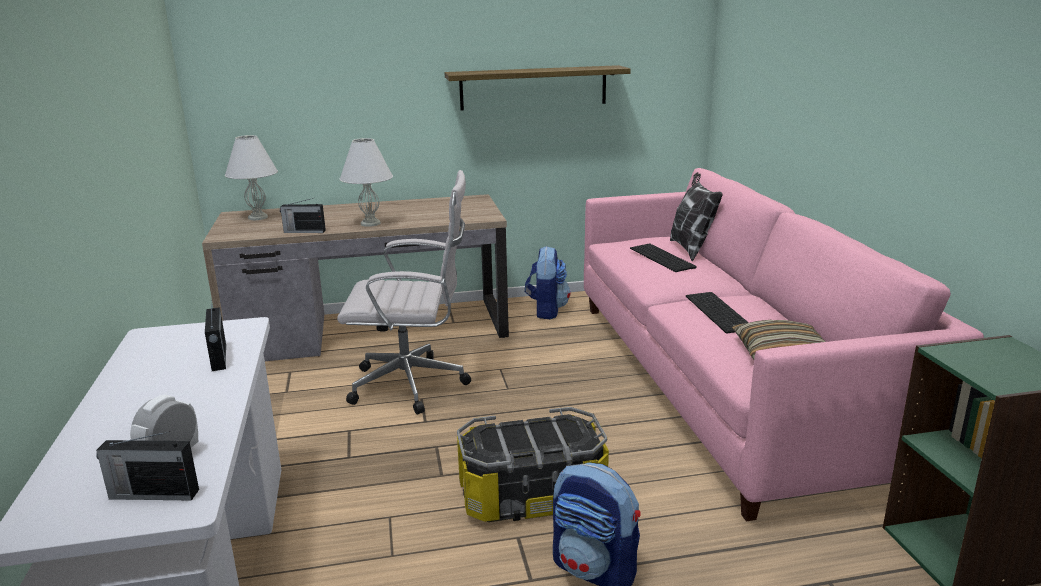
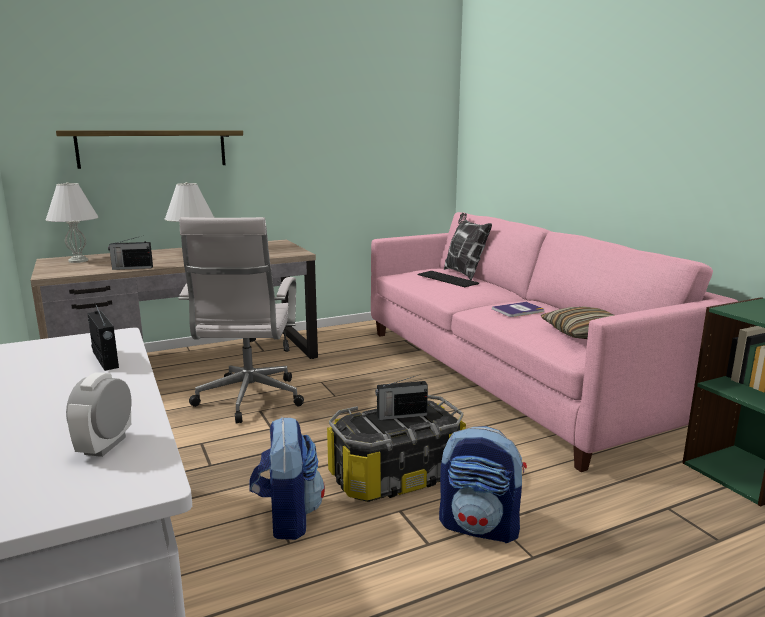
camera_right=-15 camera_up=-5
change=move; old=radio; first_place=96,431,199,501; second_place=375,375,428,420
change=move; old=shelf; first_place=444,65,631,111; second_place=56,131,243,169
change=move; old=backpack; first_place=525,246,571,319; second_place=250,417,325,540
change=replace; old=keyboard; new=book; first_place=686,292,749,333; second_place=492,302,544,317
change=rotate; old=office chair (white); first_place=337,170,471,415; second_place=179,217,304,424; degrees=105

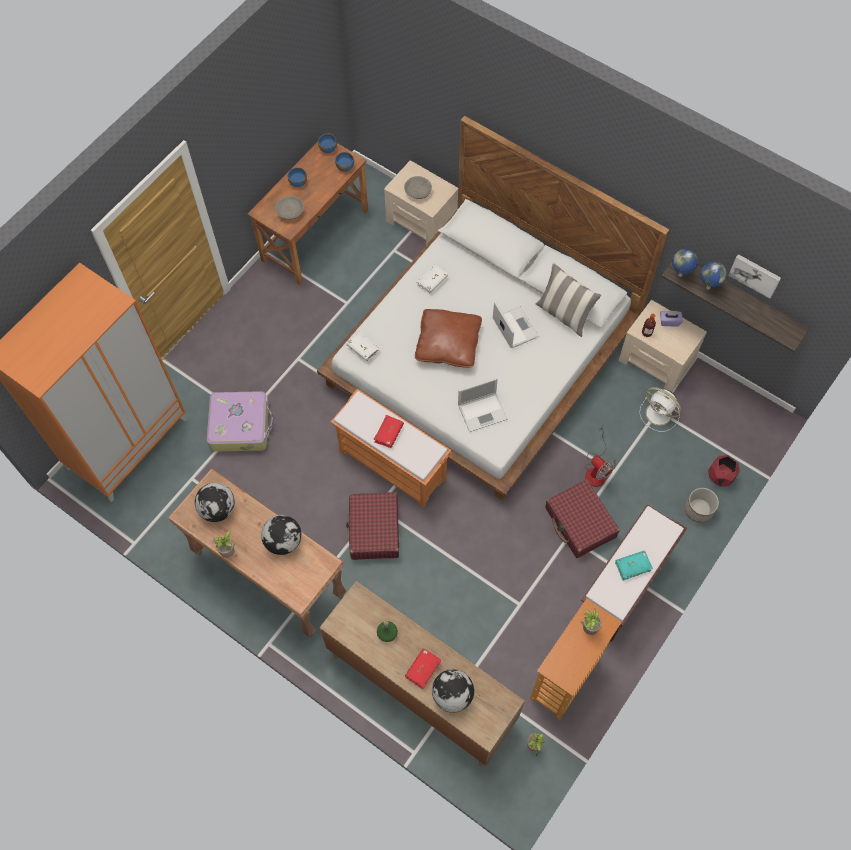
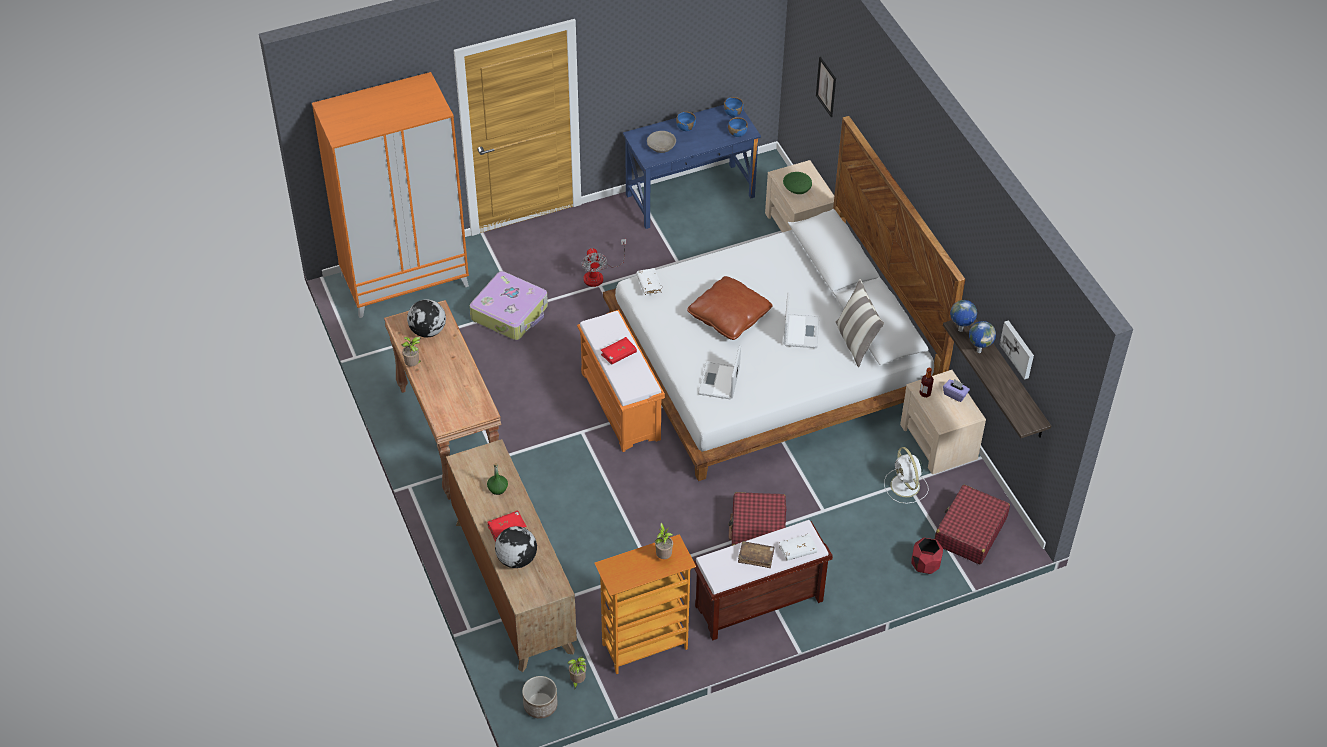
camera_right=30 camera_up=-15
change=delete; old=globe; first_place=261,515,301,555
change=insert; new=picture; second_place=816,57,836,117
change=move; old=suitcase (red); first_place=346,492,399,560; second_place=935,485,1010,564
change=move; old=book (white); first_place=417,264,448,293; second_place=779,533,817,561
change=move; old=fan; first_place=585,425,616,487; second_place=581,239,626,287
change=move; old=planter; first_place=685,488,719,523; second_place=522,676,558,719
change=recolor; old=desk (brown); new=desk (blue); first_place=247,142,368,285; second_place=623,105,761,229
change=recolor; old=bowl (grey); new=bowl (green); first_place=404,176,432,199; second_place=783,172,812,194
change=recolor; old=book (turquoise); new=book (brown); first_place=615,550,653,581; second_place=738,541,775,568
change=rotate; old=laptop; first_place=458,378,507,432; second_place=698,345,741,400; degrees=90

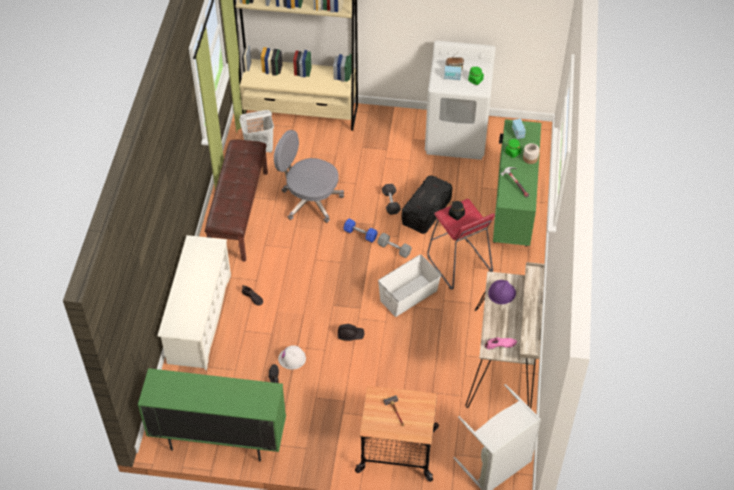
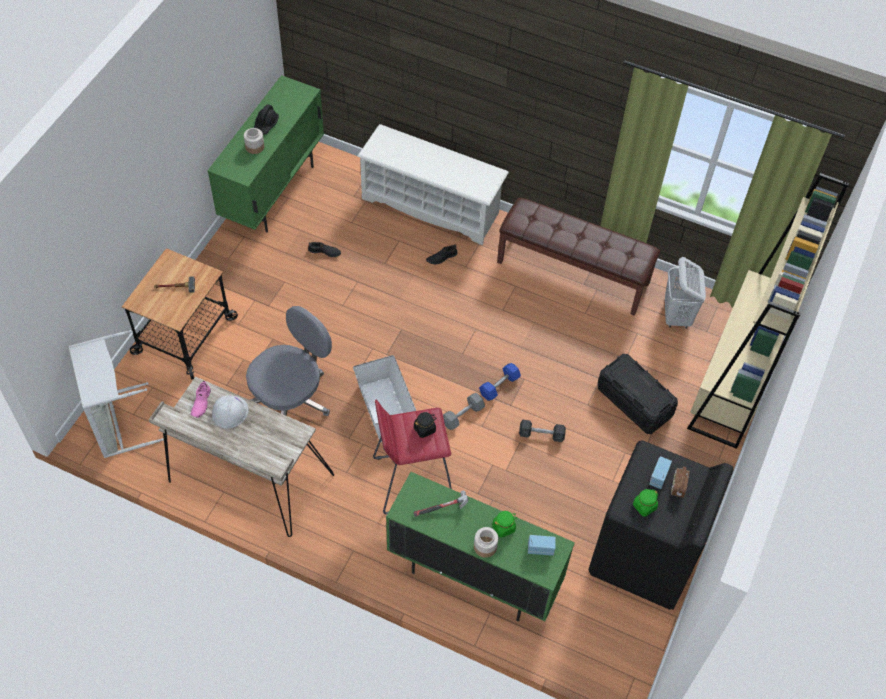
camera_right=105 camera_up=5
change=delete; old=hard hat (purple); first_place=488,280,516,304
change=insert; new=jar; second_place=244,128,264,154
change=move; old=office chair (grey); first_place=274,130,344,223; second_place=246,306,332,416
change=move; old=hard hat (white); first_place=278,345,306,369; second_place=212,395,249,428
change=move; old=hard hat (black); first_place=338,324,365,341; second_place=253,104,279,135
change=move; old=storage box (black); first_place=402,175,452,234; second_place=598,354,678,434
change=recolor; old=washing machine (white); new=washing machine (black); first_place=425,41,496,160; second_place=589,440,733,610

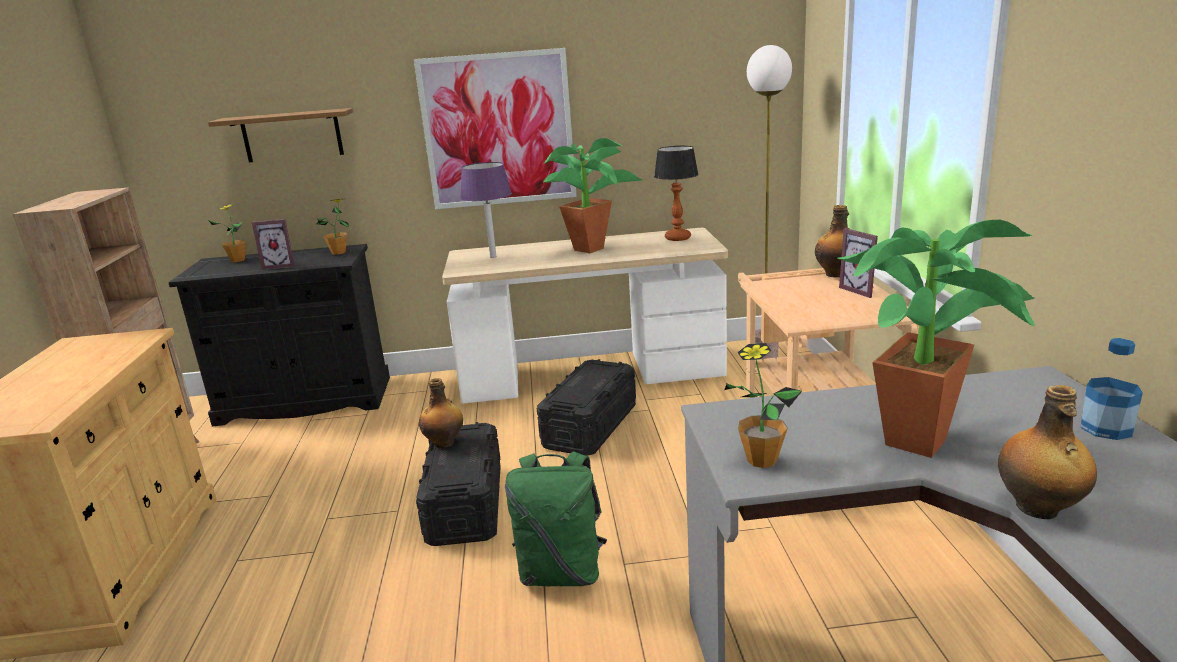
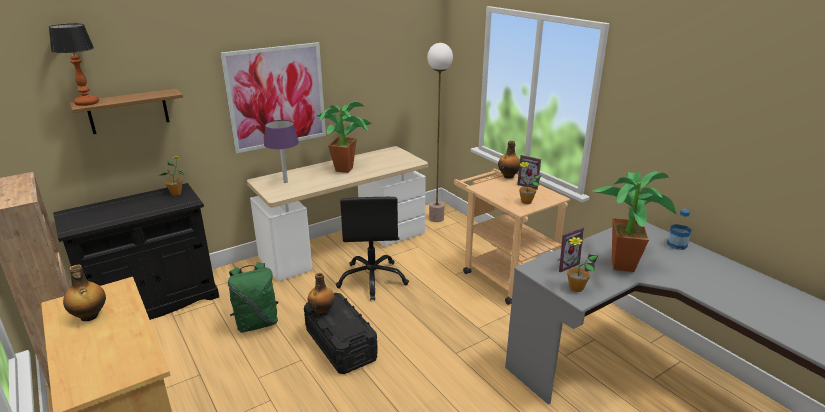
camera_right=-30 camera_up=5
change=move; old=potted plant; first_place=209,204,246,262; second_place=519,161,542,204
change=move; old=picture frame; first_place=252,219,295,270; second_place=558,227,584,272
change=move; old=backpack (green); first_place=505,451,607,586; second_place=228,262,279,333
change=move; old=table lamp; first_place=654,146,699,241; second_place=49,24,99,106
change=move; old=bottle; first_place=998,385,1097,519; second_place=63,265,106,321
change=replace; old=storage box (black); new=office chair (black); first_place=537,359,636,456; second_place=335,197,409,301

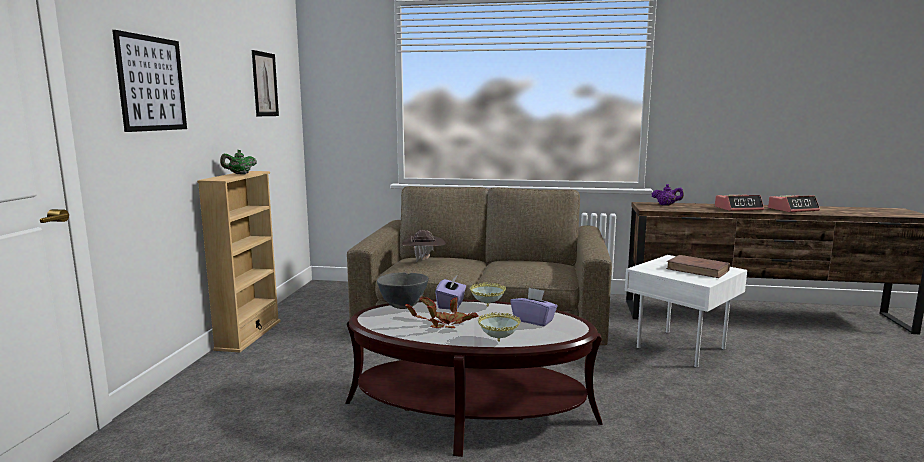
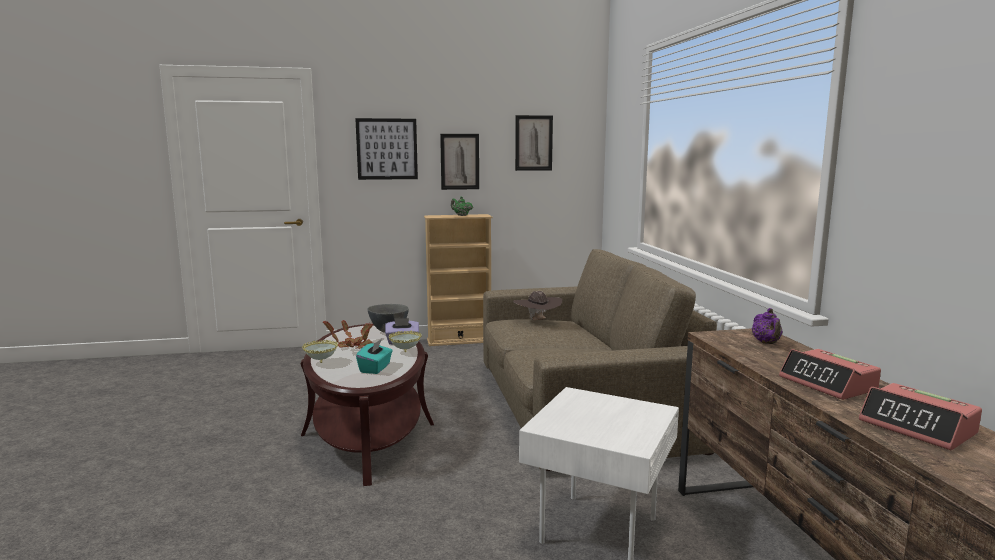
camera_right=70 camera_up=0
change=delete; old=book (brown); first_place=666,255,730,278
change=insert; new=picture; second_place=440,134,479,190
change=recolor; old=tissue box (purple); new=tissue box (turquoise); first_place=510,288,557,326; second_place=356,339,393,374

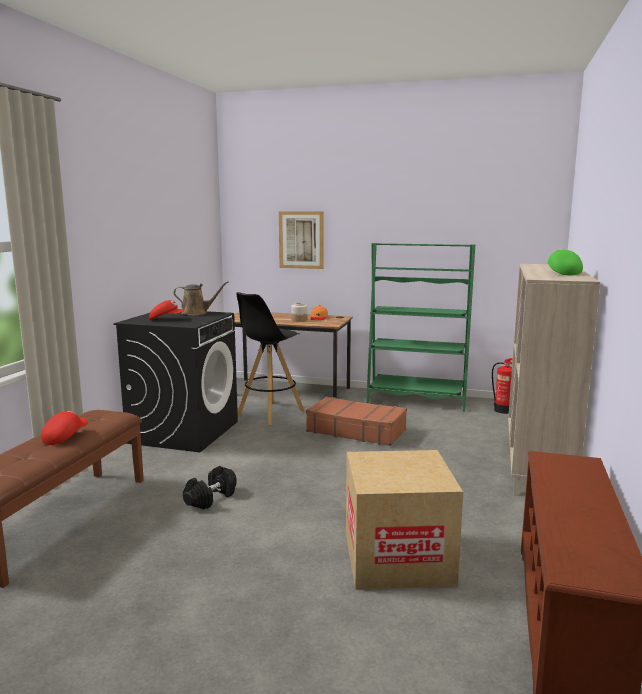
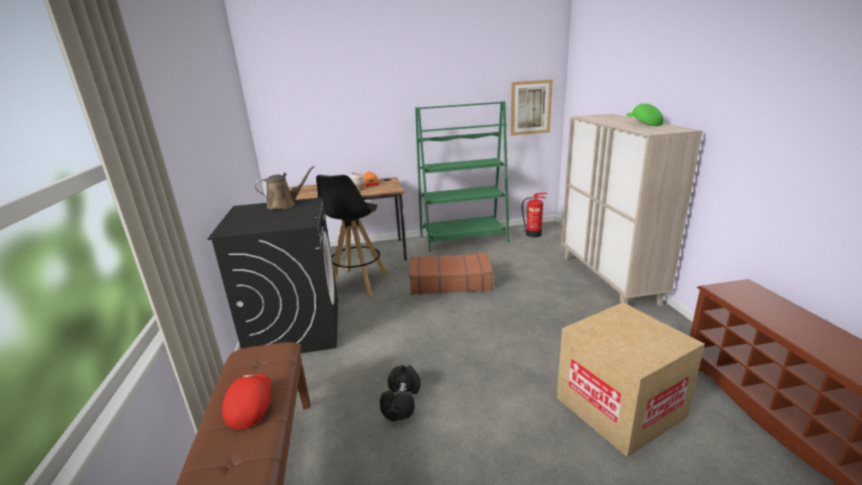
camera_right=-25 camera_up=10
change=delete; old=cap (red); first_place=149,300,185,320
change=move; old=picture; first_place=279,211,324,269; second_place=510,80,553,136

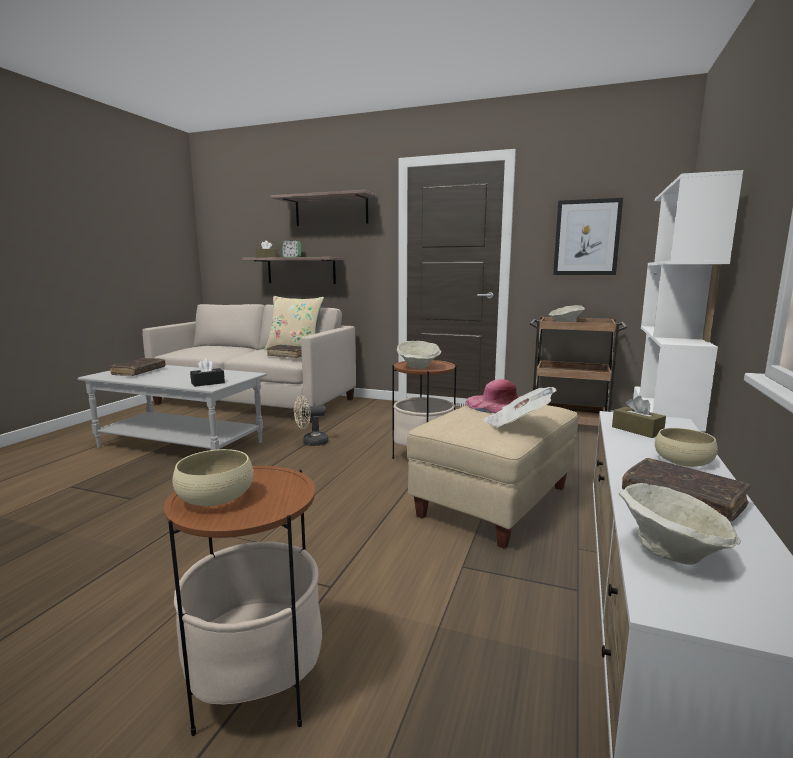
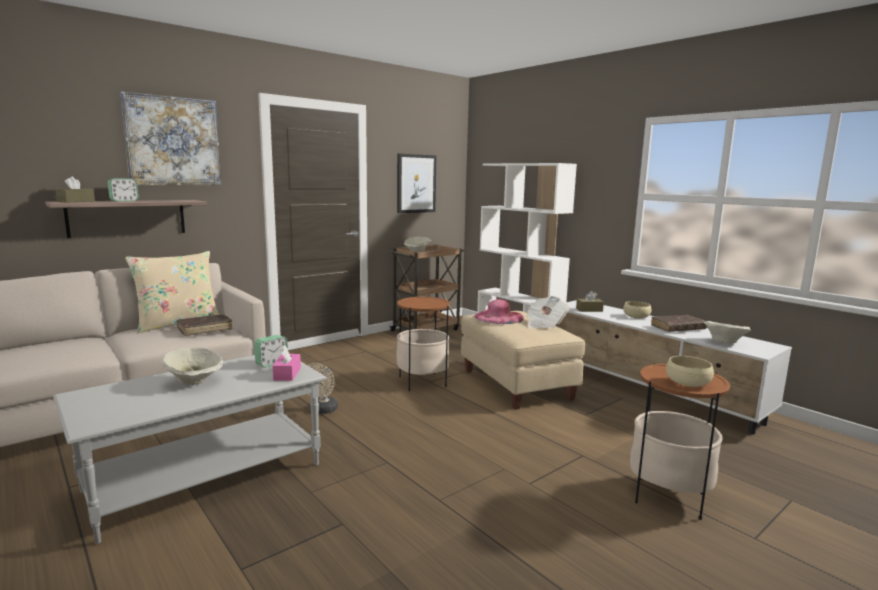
camera_right=-60 camera_up=0
change=delete; old=book (brown); first_place=109,358,166,376
change=insert; new=alarm clock; second_place=254,335,288,367
change=move; old=bowl (beige); first_place=397,341,441,369; second_place=161,348,223,386
change=replace; old=shelf; new=picture; first_place=270,190,378,226; second_place=120,91,221,185
change=recolor; old=tissue box (black); new=tissue box (pink); first_place=190,359,225,387; second_place=273,345,301,381

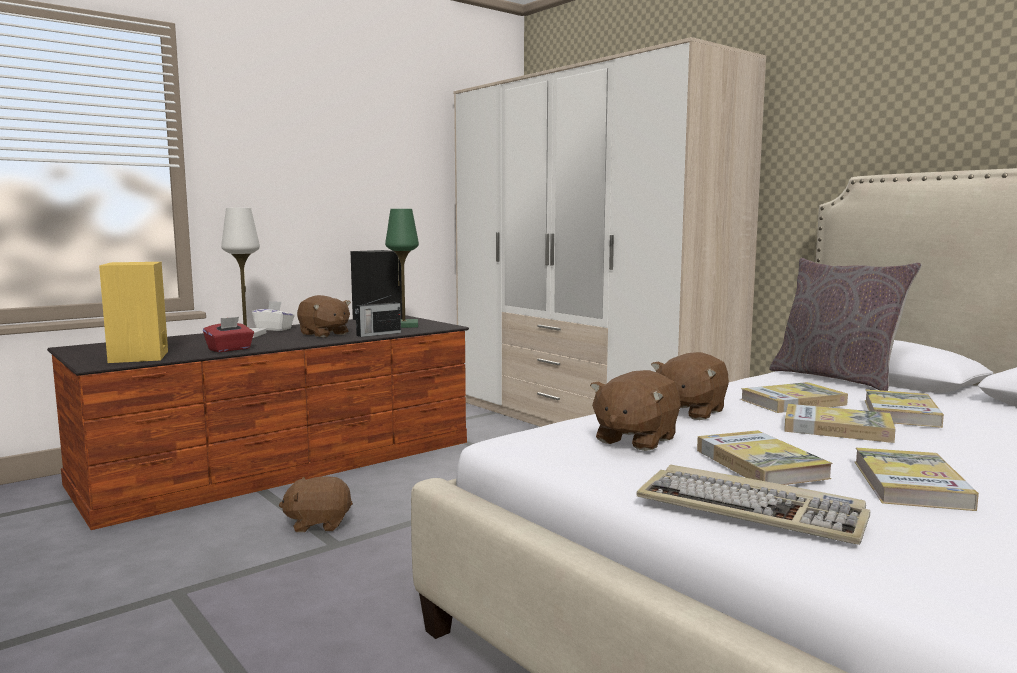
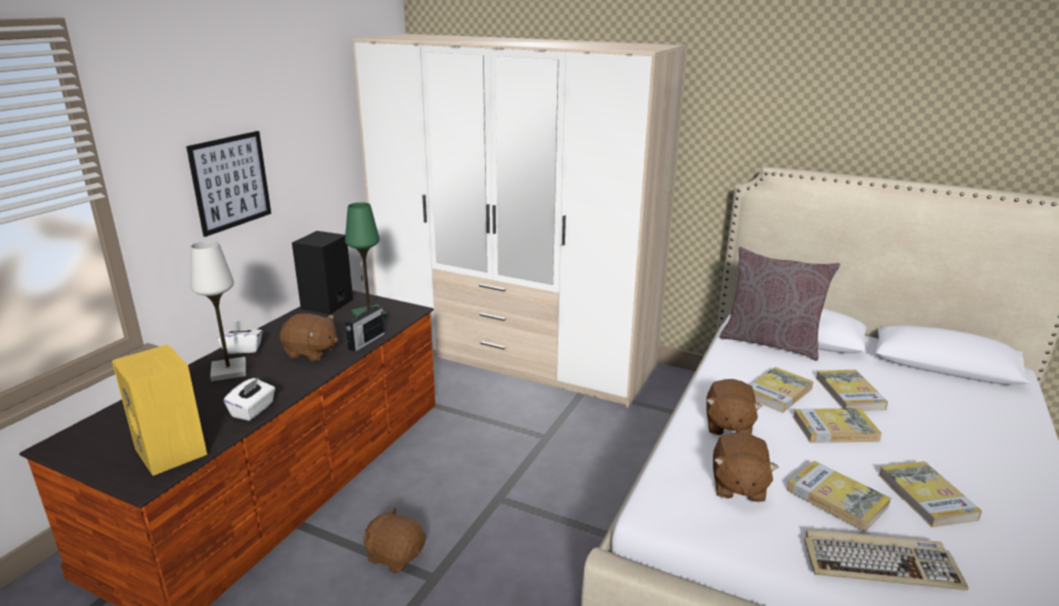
camera_right=-25 camera_up=15
change=insert; new=picture; second_place=186,131,271,237
change=recolor; old=tissue box (red); new=tissue box (white); first_place=203,317,254,352; second_place=224,377,275,421
change=rotate; old=plush toy (brown); first_place=279,476,353,532; second_place=362,507,425,574; degrees=60

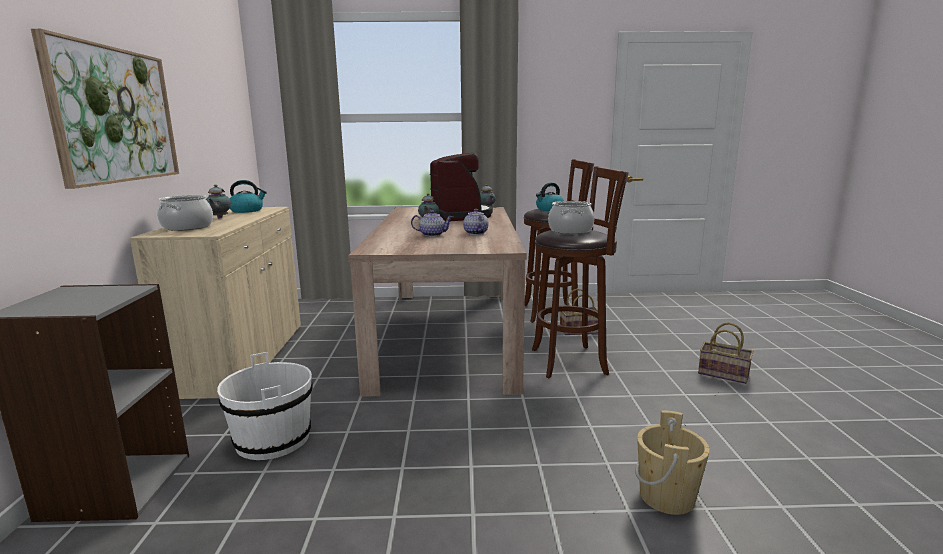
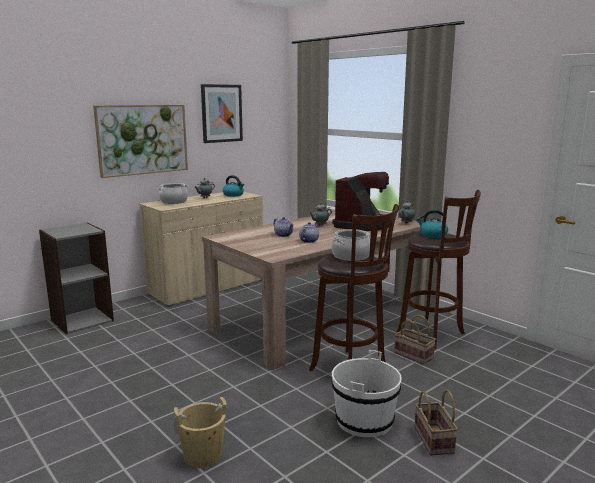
camera_right=50 camera_up=0
change=insert; new=picture; second_place=201,84,243,143
change=move; old=bucket (white); first_place=217,352,312,460; second_place=332,350,402,438

